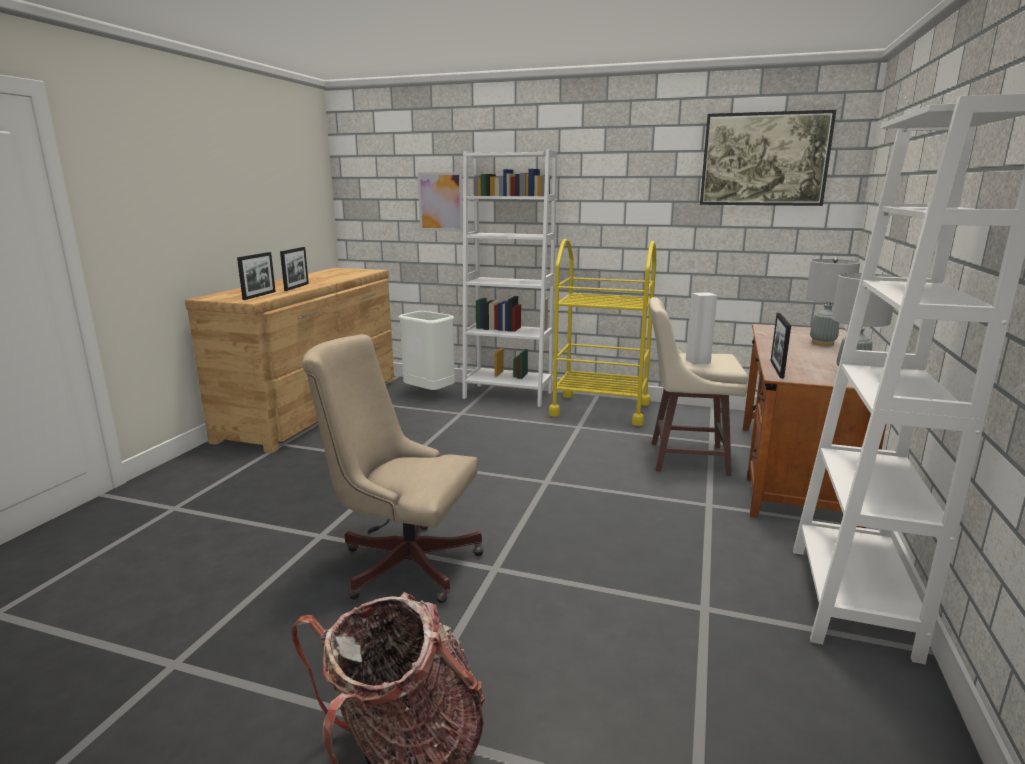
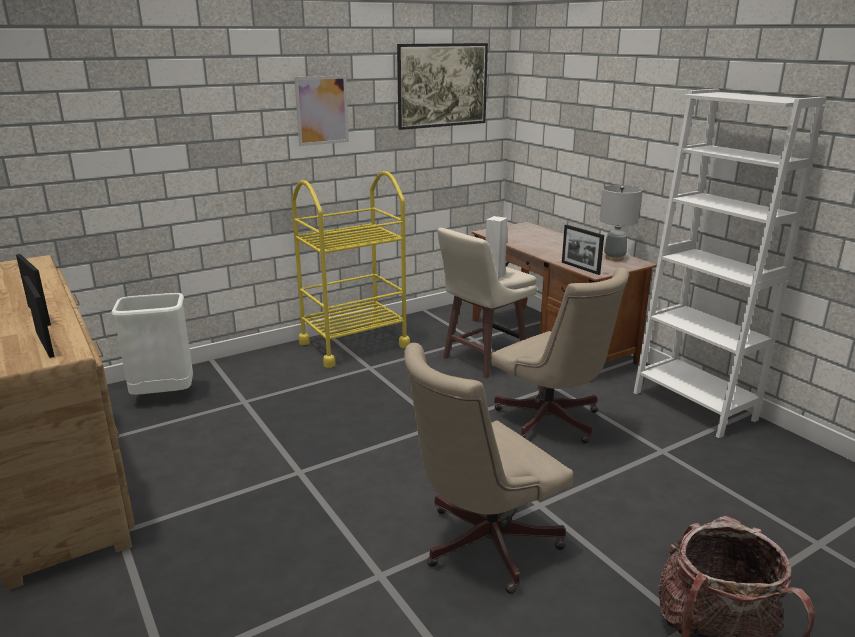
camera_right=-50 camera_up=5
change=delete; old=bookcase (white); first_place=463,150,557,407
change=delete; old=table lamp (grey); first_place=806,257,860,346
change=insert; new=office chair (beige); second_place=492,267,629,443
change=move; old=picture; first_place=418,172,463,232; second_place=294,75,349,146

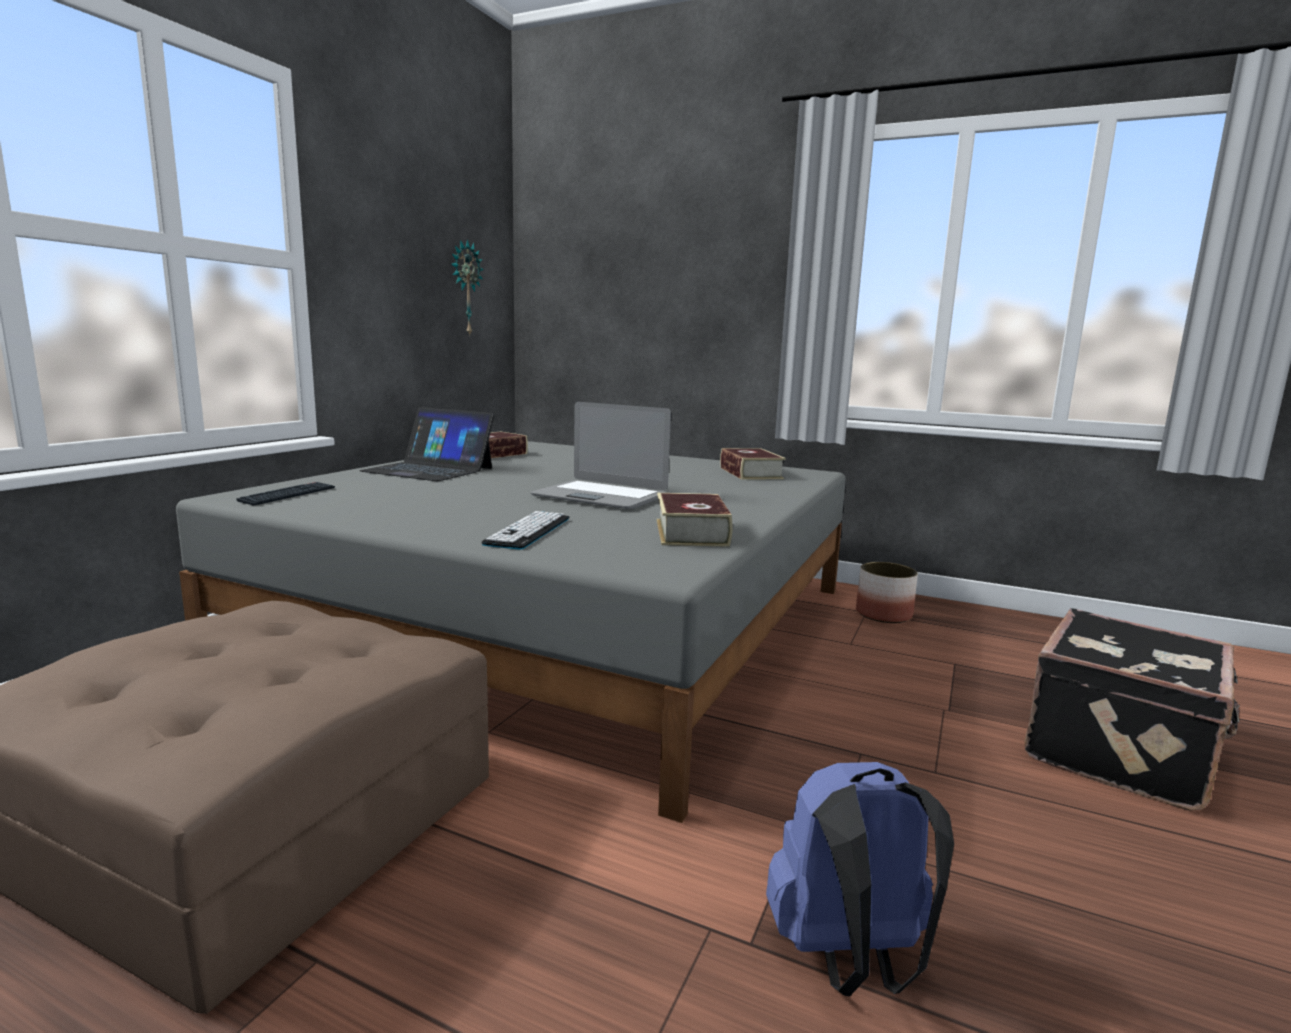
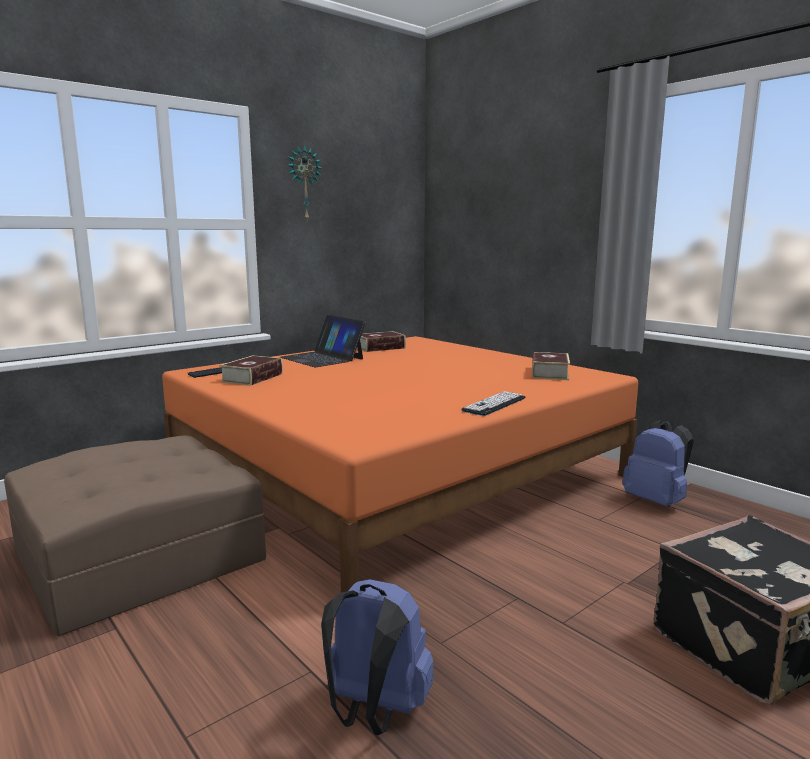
camera_right=25 camera_up=0
change=delete; old=laptop; first_place=530,402,671,509
change=move; old=wall clock; first_place=451,239,484,337; second_place=287,145,321,220
change=move; old=keyboard; first_place=481,511,569,550; second_place=461,391,525,416
change=move; old=book; first_place=656,493,733,547; second_place=219,355,283,386
change=replace; old=planter; new=backpack (blue); first_place=856,562,918,623; second_place=622,420,694,506
change=recolor; old=bed (grey); new=bed (orange); first_place=176,441,846,823; second_place=162,336,638,593

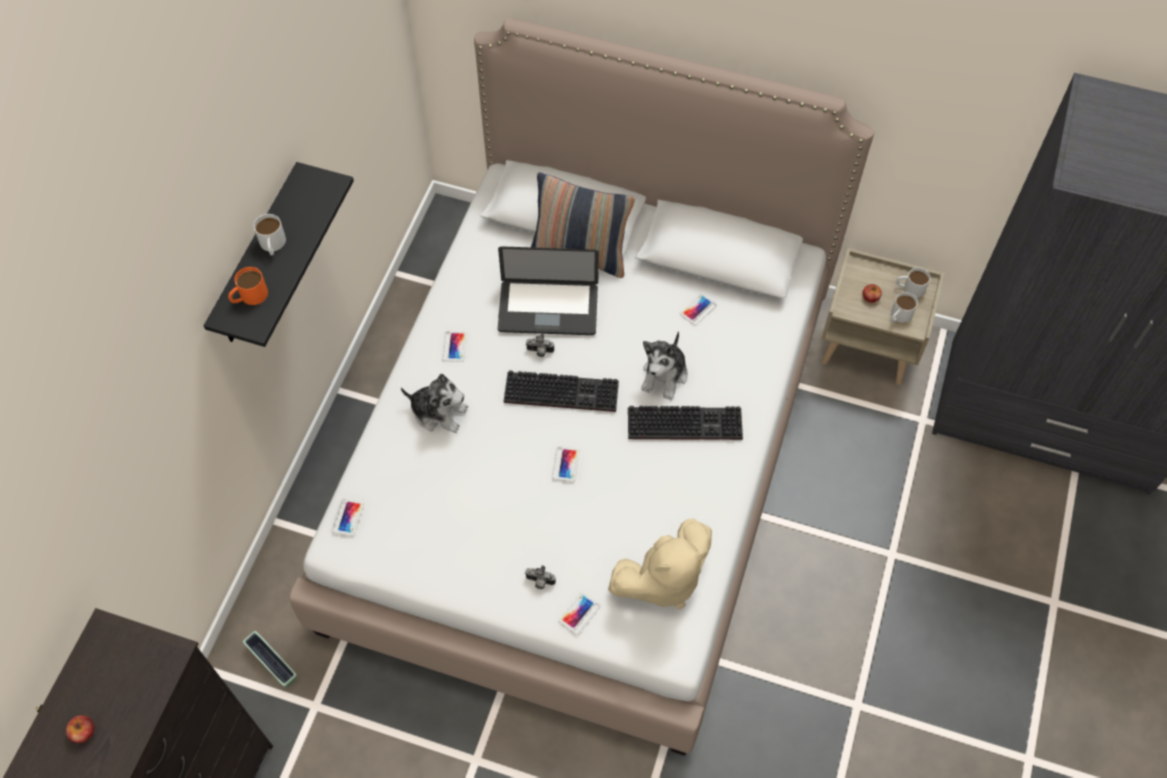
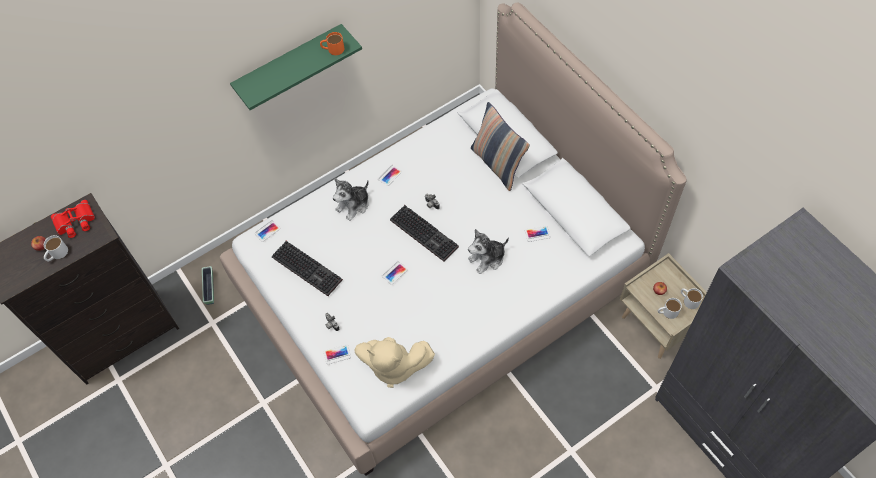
camera_right=40 camera_up=0
change=delete; old=laptop; first_place=498,247,599,335
change=insert; new=binoculars (red); second_place=51,200,95,238
change=move; old=mug (orange); first_place=228,267,268,305; second_place=320,32,344,55
change=move; old=mug (white); first_place=254,214,286,255; second_place=44,235,68,262
change=move; old=keyboard; first_place=628,406,743,440; second_place=272,241,343,296
change=recolor; old=shelf (black); new=shelf (green); first_place=204,162,354,347; second_place=230,24,362,110
change=rotate; old=plush toy; first_place=401,374,468,433; second_place=333,178,369,221; degrees=75

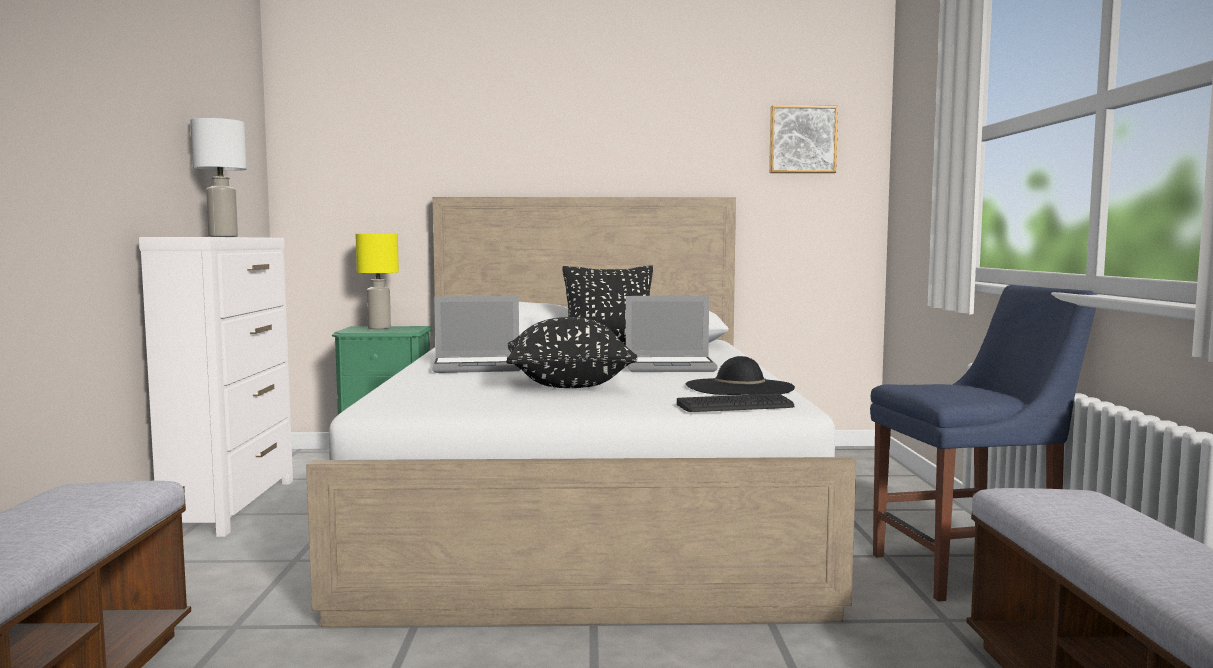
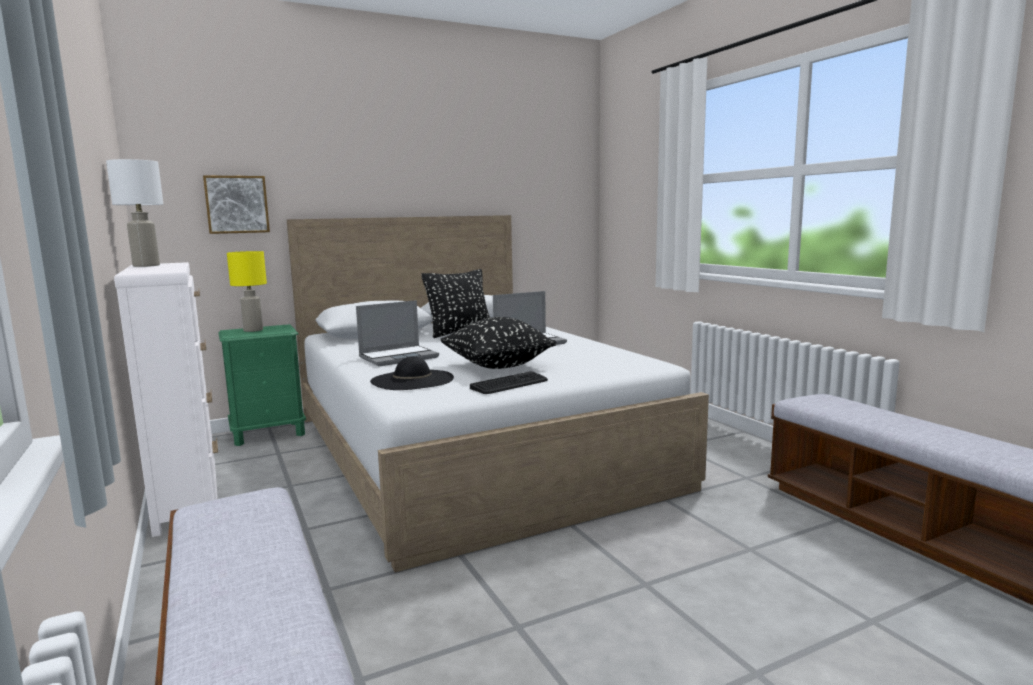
camera_right=-25 camera_up=5
change=delete; old=chair (blue); first_place=870,285,1097,602
change=move; old=keyboard; first_place=677,394,795,412; second_place=470,371,548,394
change=move; old=hat (black); first_place=686,356,795,395; second_place=370,356,454,390
change=move; old=picture; first_place=769,105,838,173; second_place=203,175,270,234

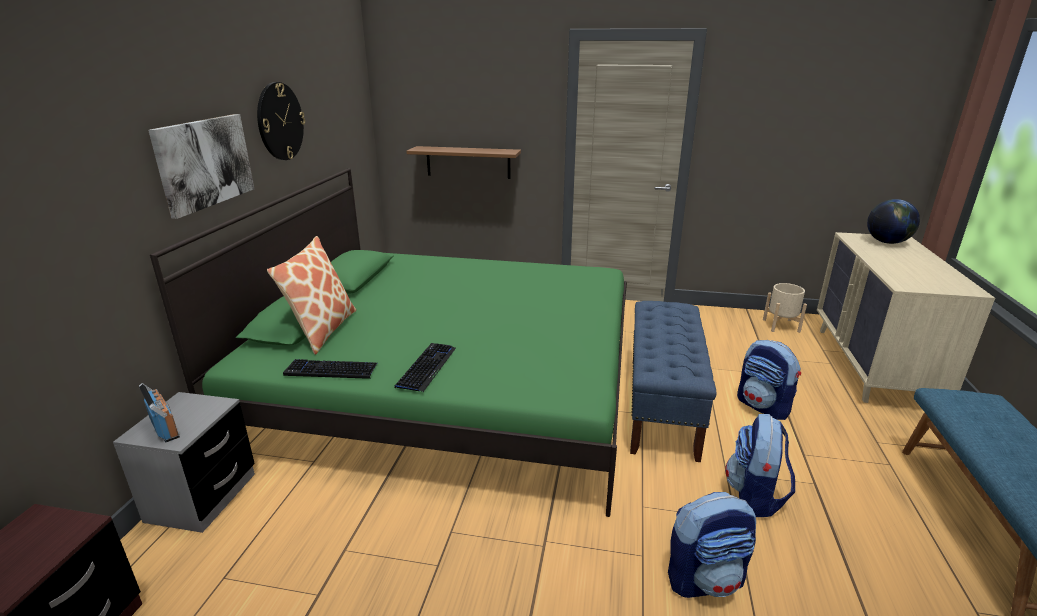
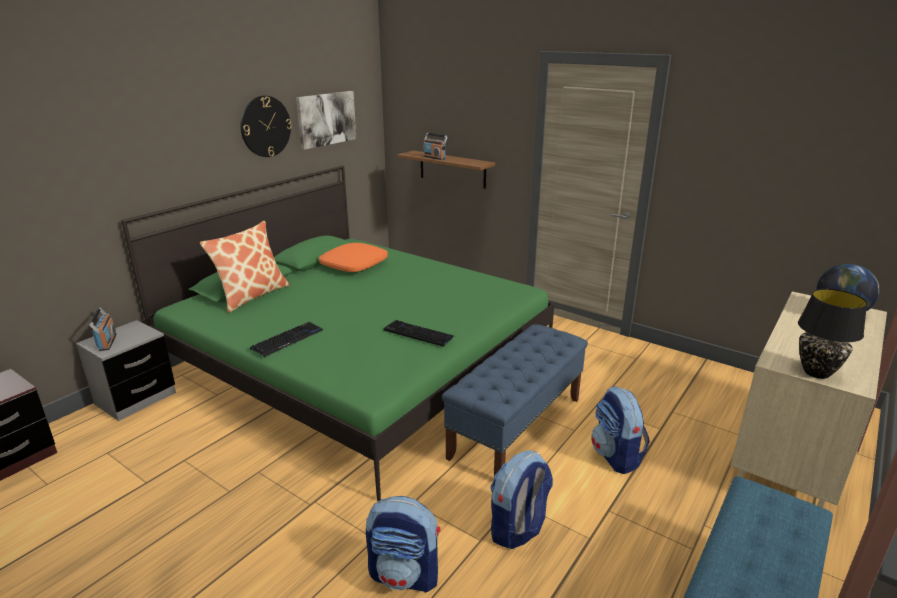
camera_right=25 camera_up=0
change=delete; old=planter (beige); first_place=763,283,807,333
change=insert; new=pillow (orange); second_place=319,243,388,272
change=insert; new=radio; second_place=423,133,448,160
change=insert; new=table lamp (black); second_place=798,289,867,379
change=move; old=picture; first_place=148,114,254,219; second_place=296,91,356,150
change=move; old=keyboard; first_place=283,359,378,379; second_place=384,320,454,347

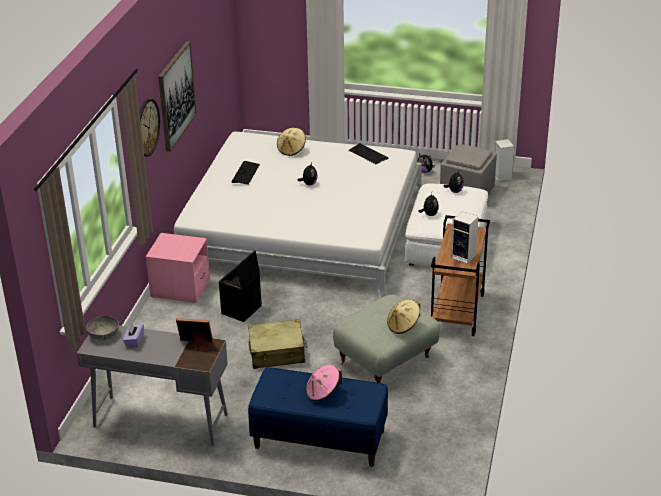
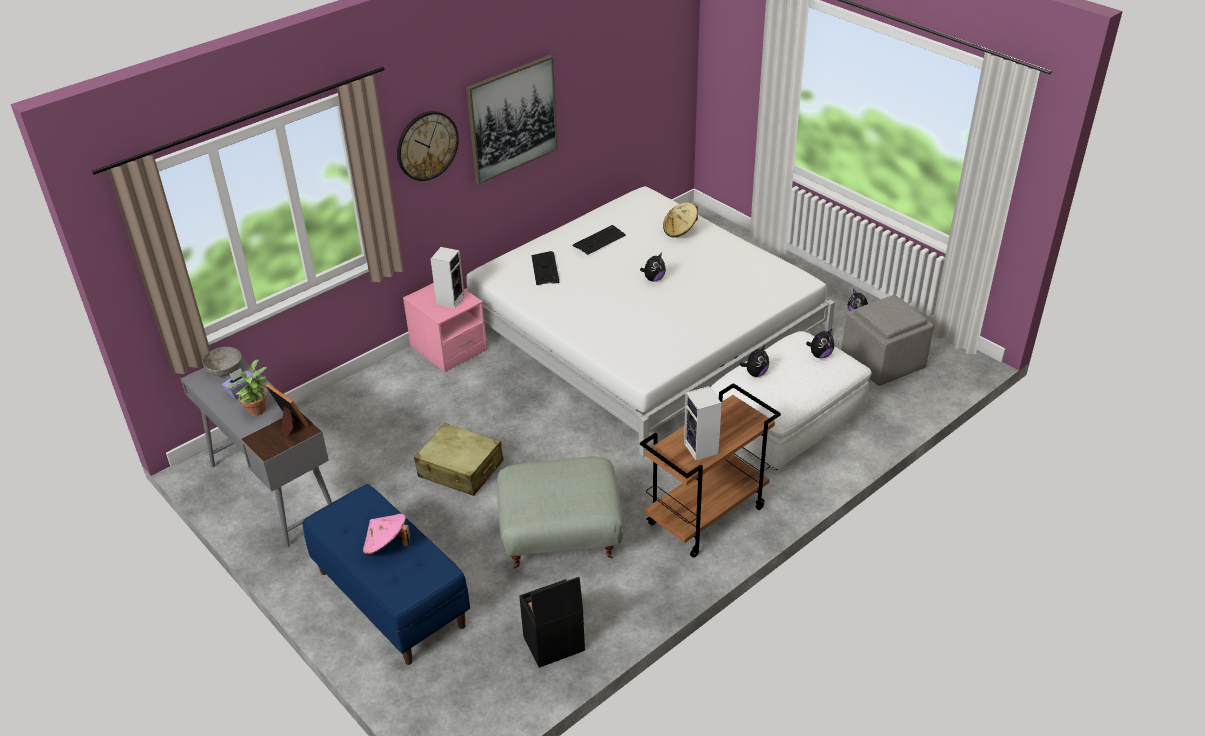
camera_right=35 camera_up=5
change=delete; old=hat (beige); first_place=387,300,420,334
change=insert; new=potted plant; second_place=227,360,267,416
change=move; old=storage box (black); first_place=219,250,262,322; second_place=519,577,585,668
change=move; old=keyboard; first_place=349,143,389,164; second_place=531,251,559,285
change=move; old=speaker; first_place=494,139,514,181; second_place=431,247,465,308

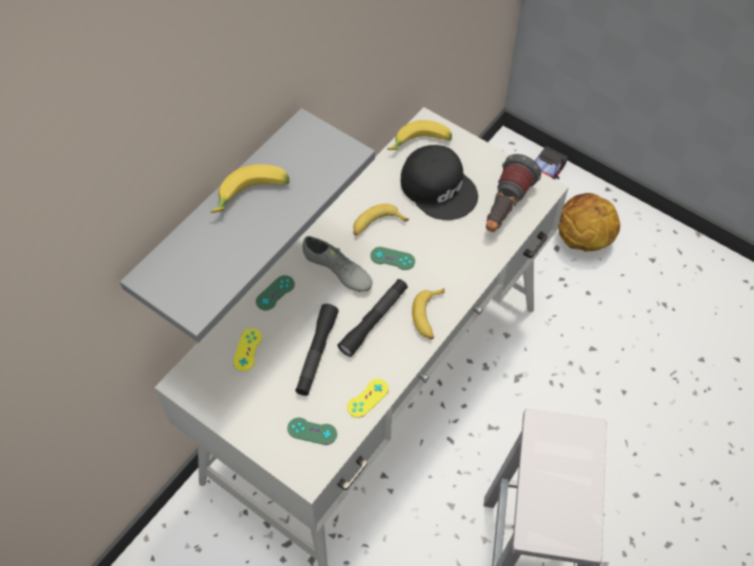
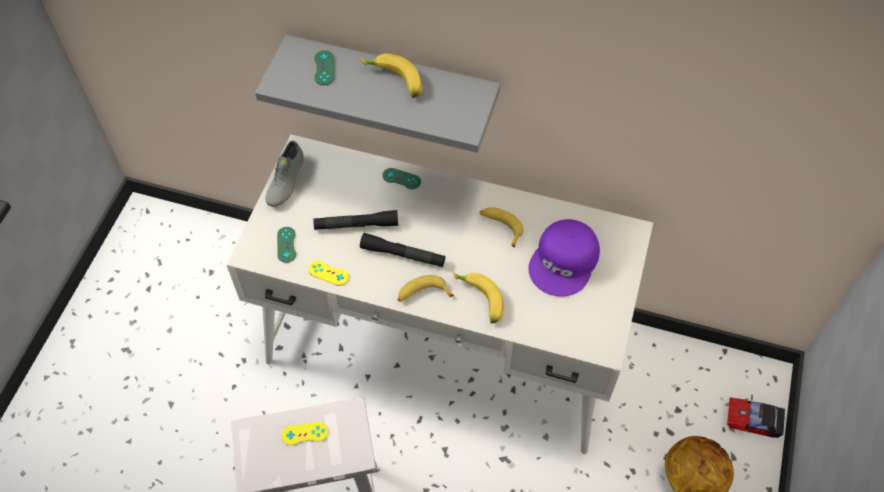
camera_right=70 camera_up=0
change=delete; old=flashlight; first_place=486,154,541,232
change=move; old=game controller (yellow); first_place=233,328,262,371; second_place=281,422,328,445
change=move; old=shoe (grey); first_place=303,236,372,292; second_place=265,141,304,207
change=move; old=game controller (green); first_place=370,247,415,270; second_place=314,50,334,85
change=move; old=banana; first_place=387,120,452,150; second_place=452,271,504,324
change=recolor; old=cap (black); new=cap (purple); first_place=401,145,478,220; second_place=528,219,600,297

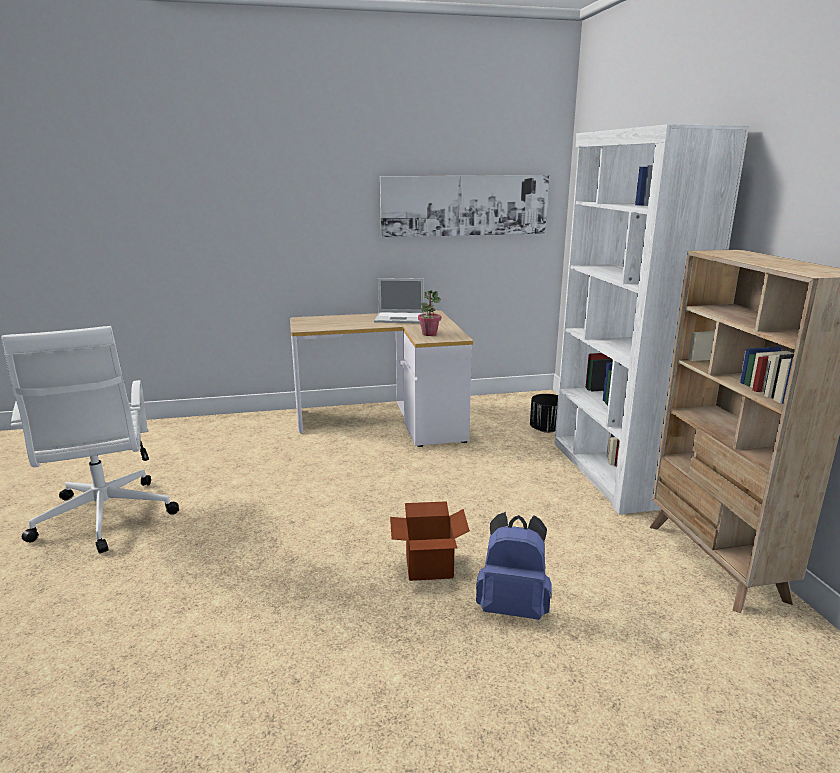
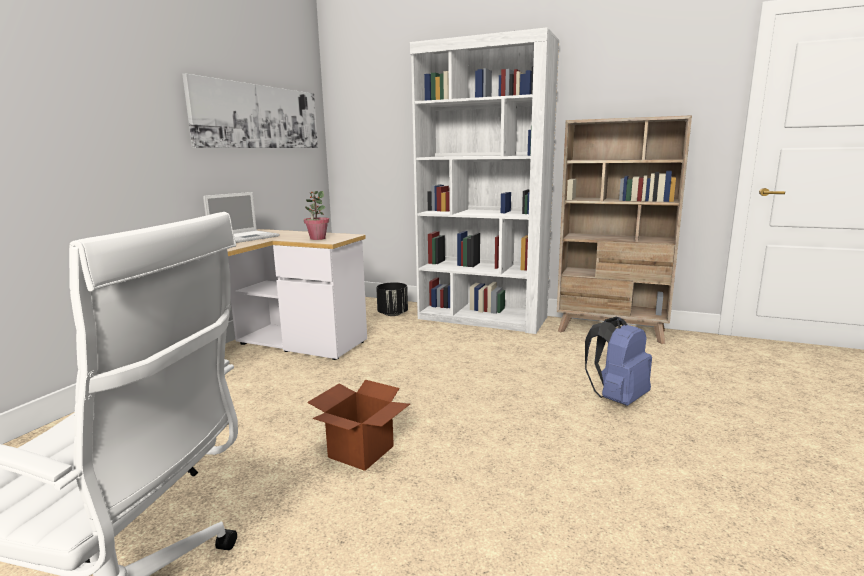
camera_right=-55 camera_up=-5
change=move; old=cardboard box; first_place=390,501,470,581; second_place=307,380,410,471

